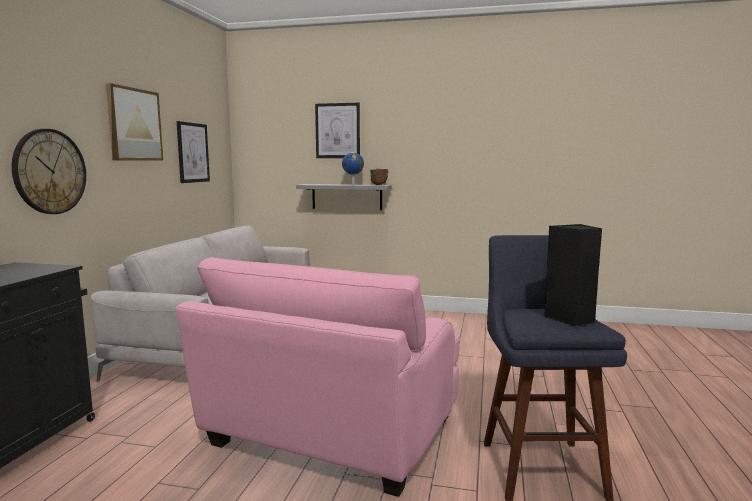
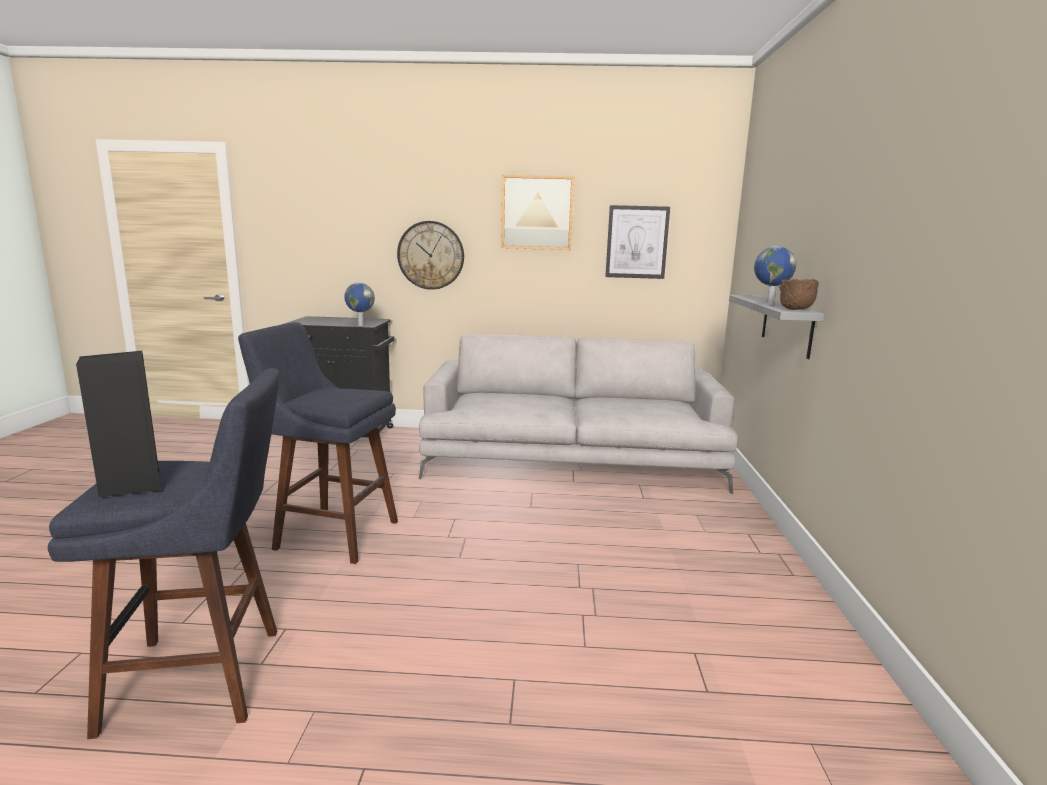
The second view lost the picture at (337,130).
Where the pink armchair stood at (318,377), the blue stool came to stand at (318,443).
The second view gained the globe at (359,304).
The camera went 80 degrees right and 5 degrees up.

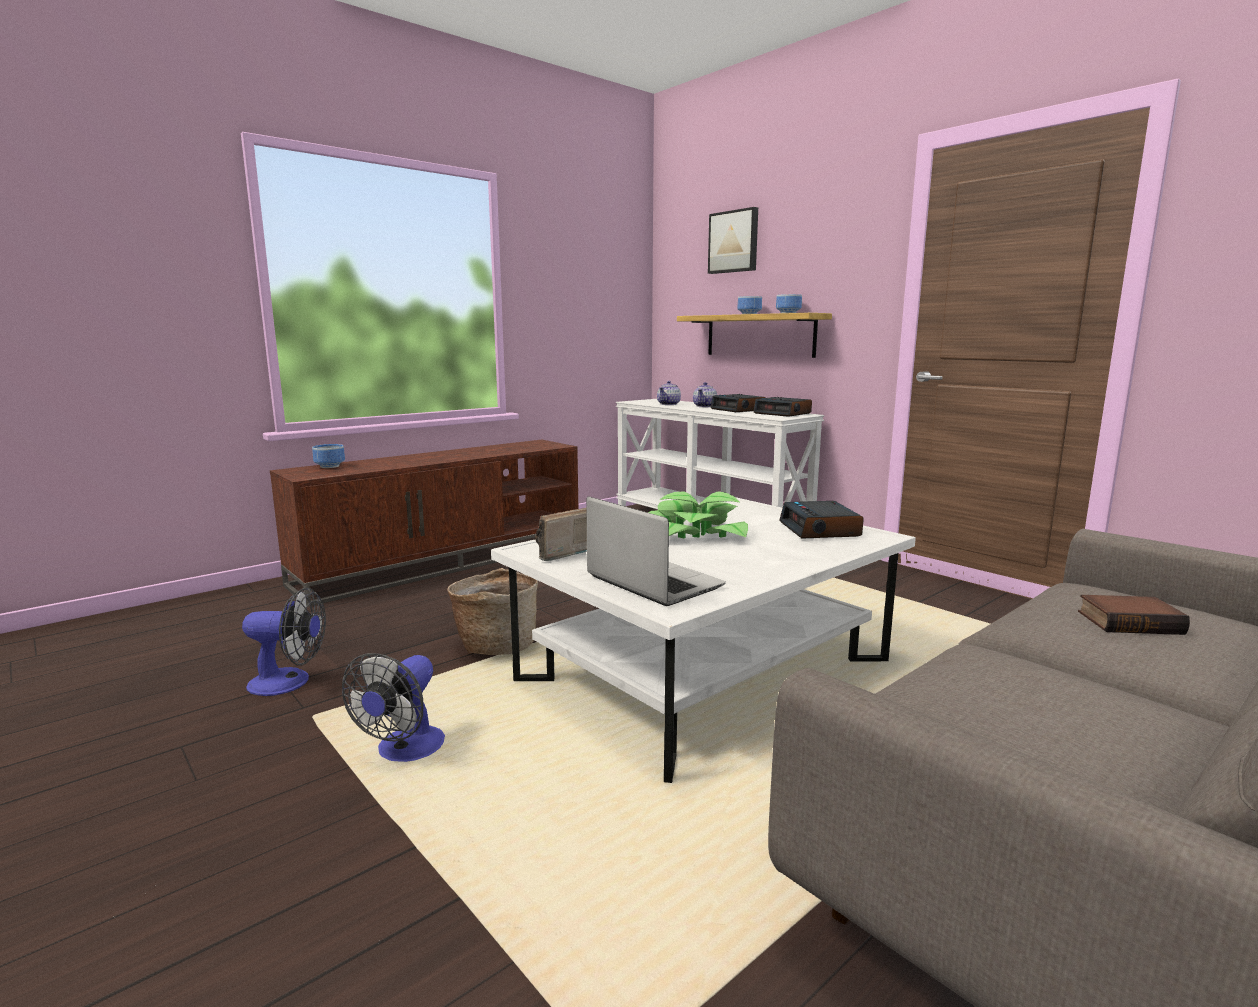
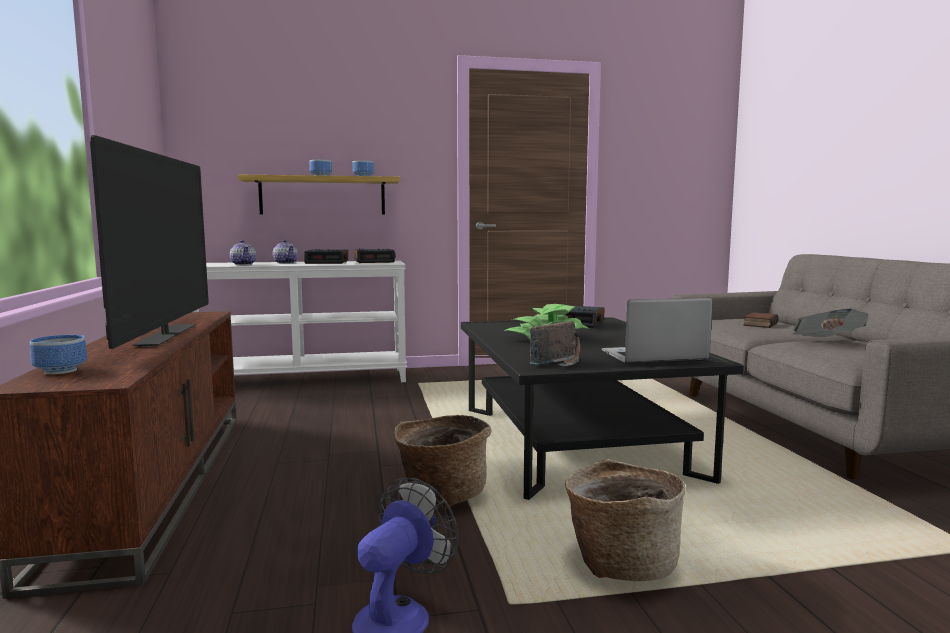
The second view lost the picture at (733,240).
What was the white coffee table at (703,640) turned into the black coffee table at (602,408).
The radio at (561,534) ended up facing another way, 120 degrees counterclockwise from before.
Where the fan stood at (393,707), the basket came to stand at (625,520).
The second view gained the television at (149,242).
The second view gained the newspaper at (831,323).
The camera went 60 degrees left and 5 degrees down.

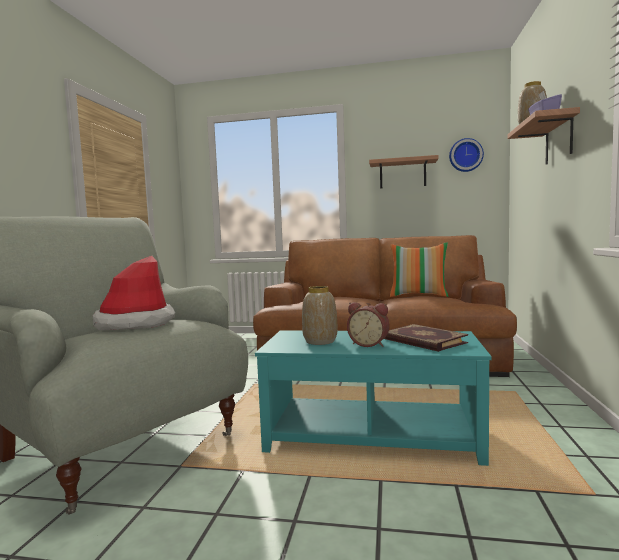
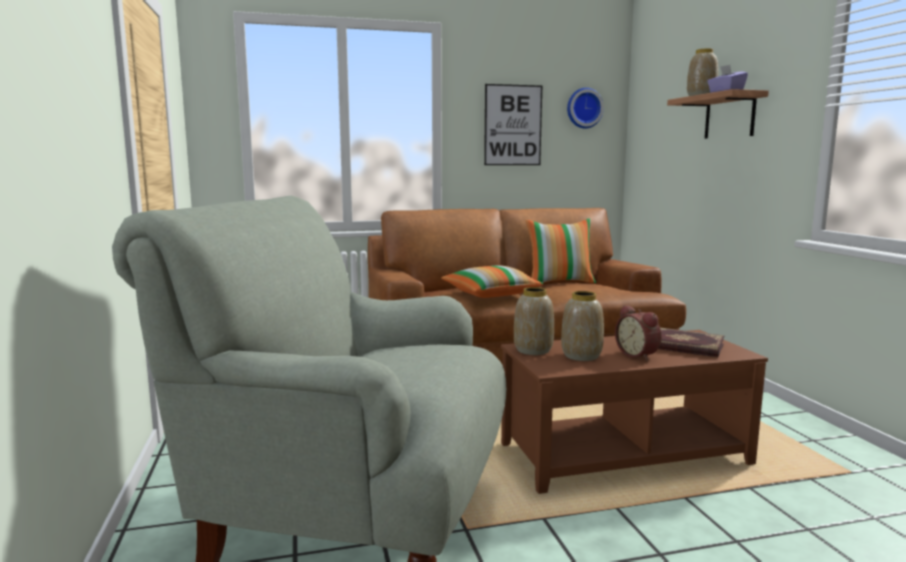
Where the shelf hung at (404,171), the picture came to hang at (513,124).
The second view lost the hat at (134,293).
The alarm clock at (368,324) ended up facing another way, 60 degrees clockwise from before.
What was the turquoise coffee table at (373,398) turned into the brown coffee table at (634,412).
The second view gained the pillow at (492,281).
The second view gained the vase at (534,321).
The camera went 25 degrees left and 5 degrees up.

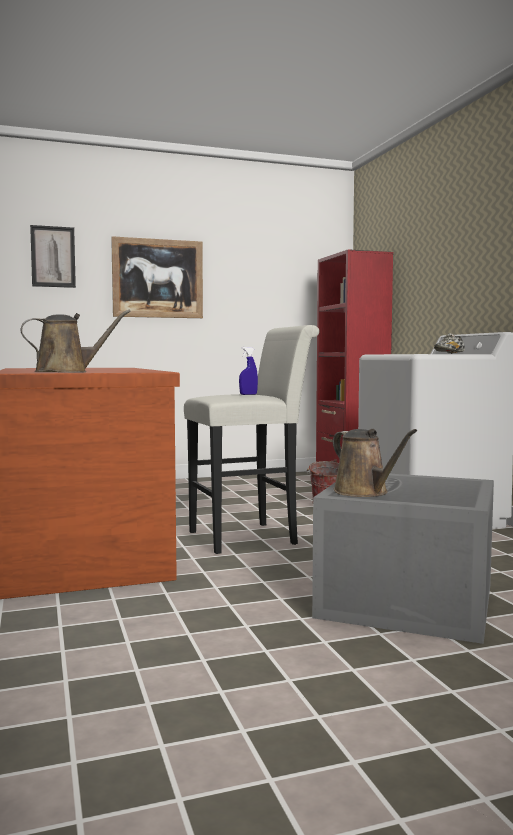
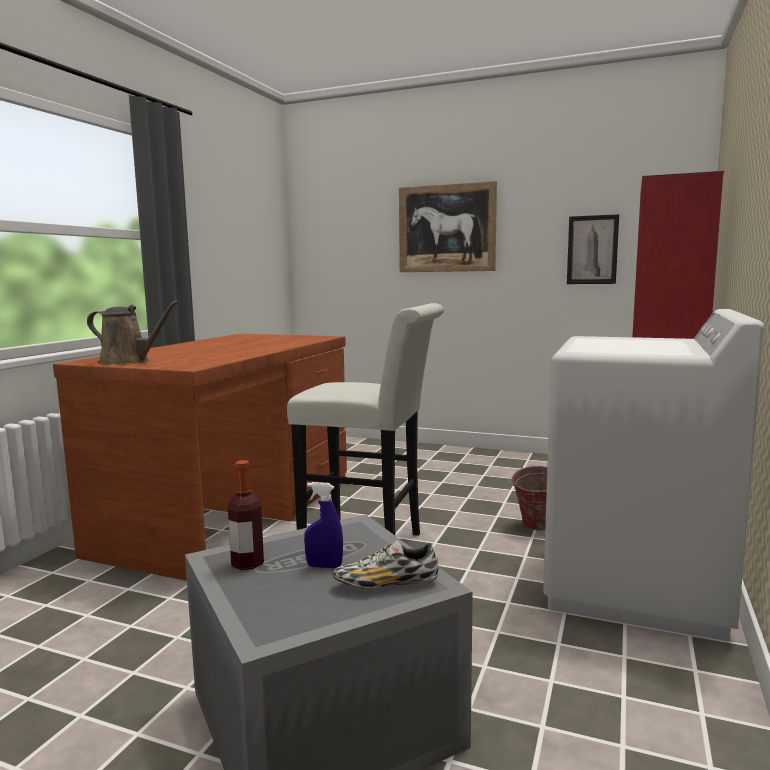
The picture ended up elsewhere, having gone from (53,256) to (593,249).
The shoe ended up elsewhere, having gone from (449,343) to (386,564).
The blue spray bottle ended up elsewhere, having gone from (248,371) to (323,525).
Where the brown watering can stood at (375,463), the bottle came to stand at (246,515).
The camera went 40 degrees right and 5 degrees up.

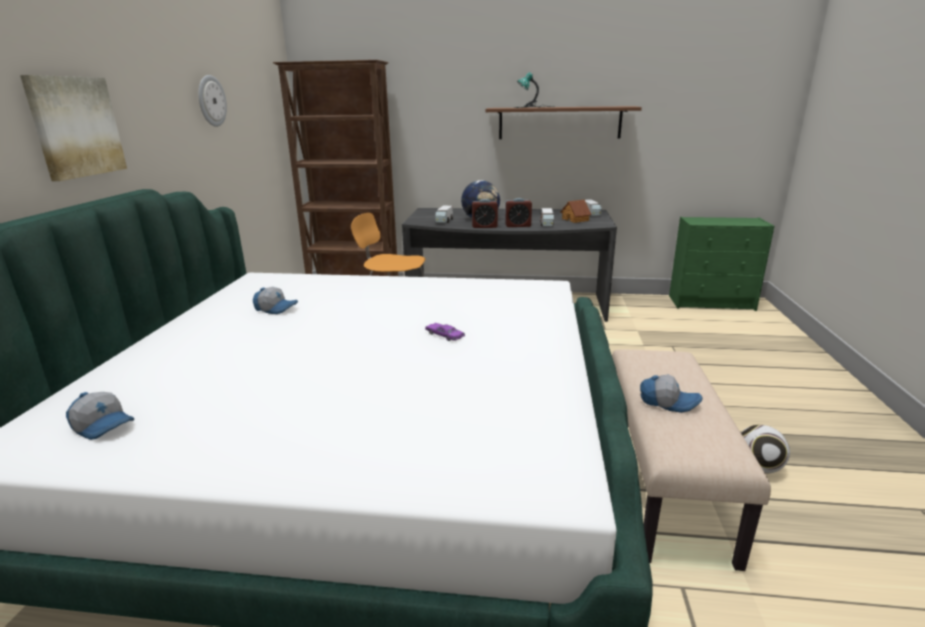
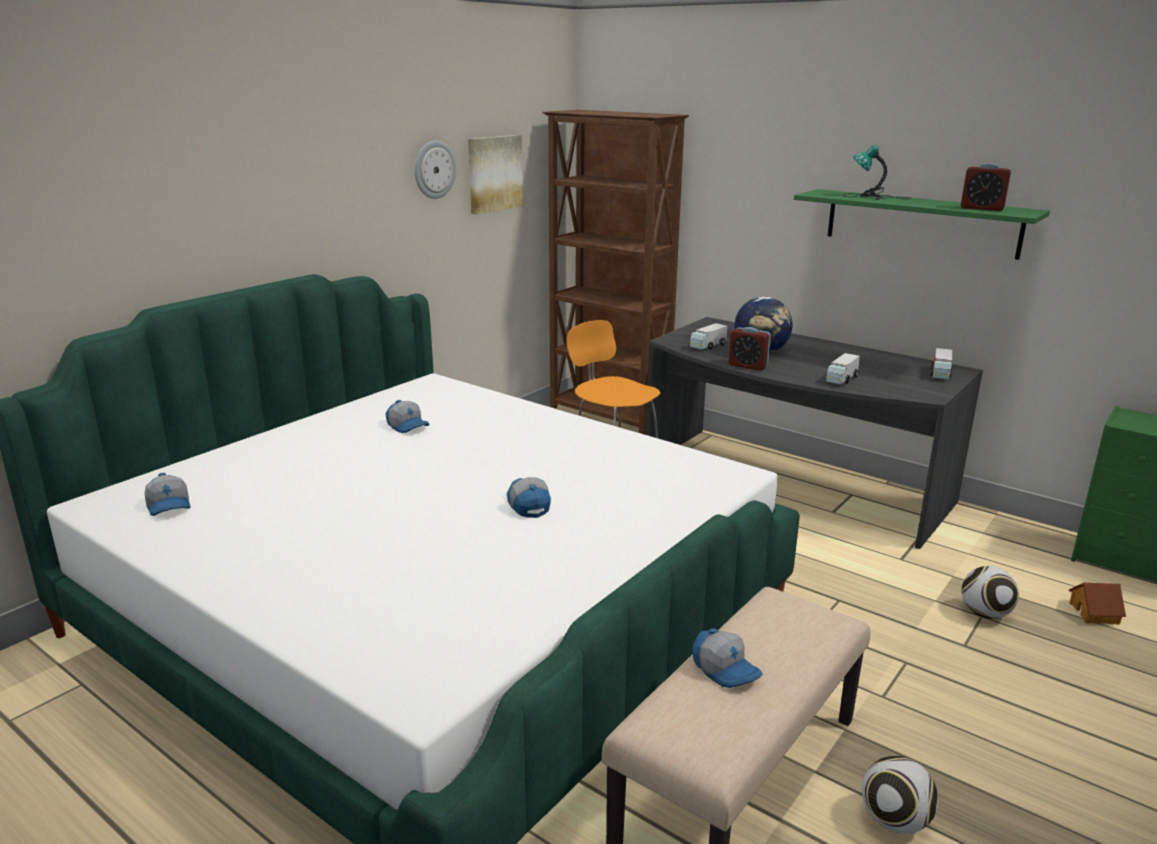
The picture ended up elsewhere, having gone from (73,128) to (495,175).
What was the brown shelf at (564,122) turned into the green shelf at (922,224).
The alarm clock ended up elsewhere, having gone from (518,212) to (986,187).
The toy house ended up elsewhere, having gone from (576,211) to (1097,604).
Where the purple toy car stood at (445,332), the cap came to stand at (529,497).
The second view gained the football at (990,592).
The camera went 30 degrees right and 0 degrees up.

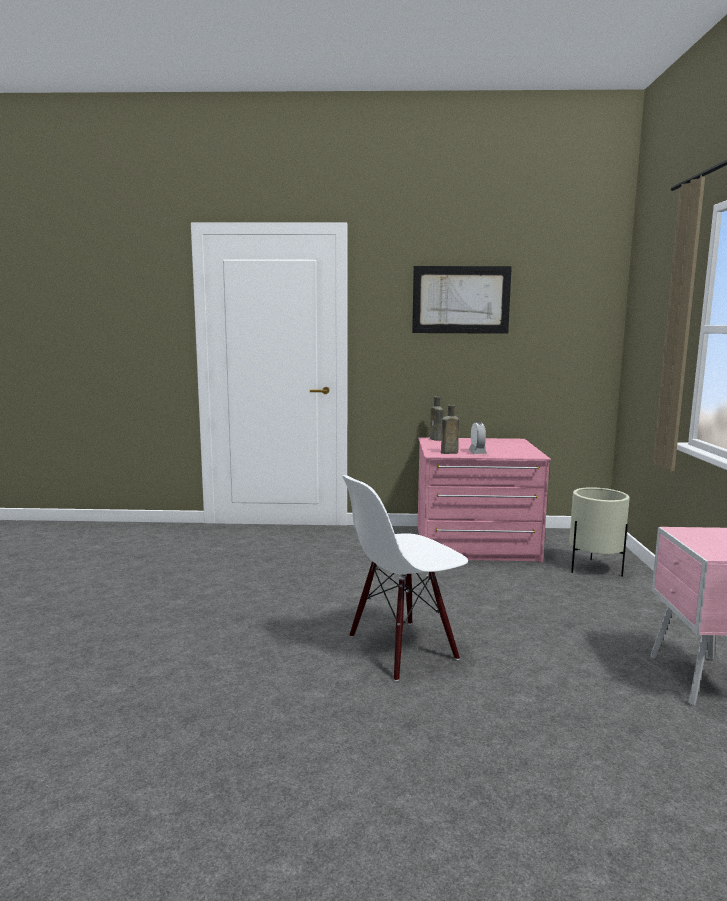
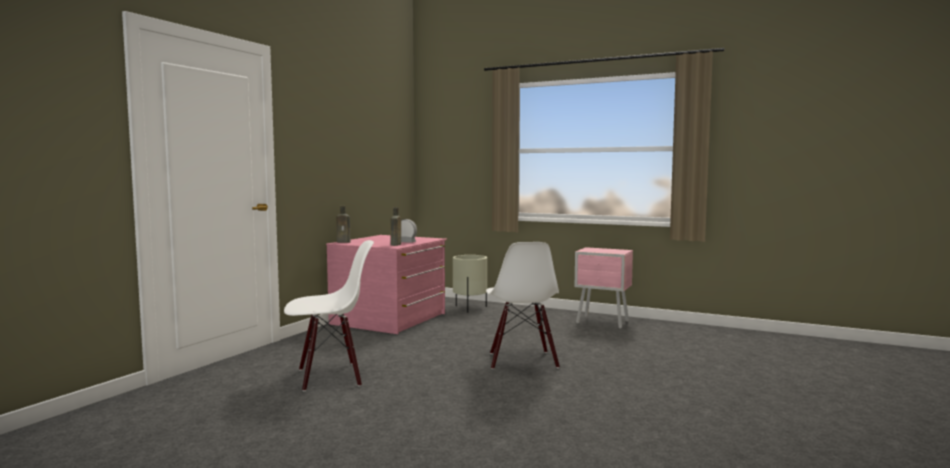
The second view lost the picture at (462,300).
The second view gained the white chair at (329,315).
The camera went 65 degrees left and 5 degrees down.

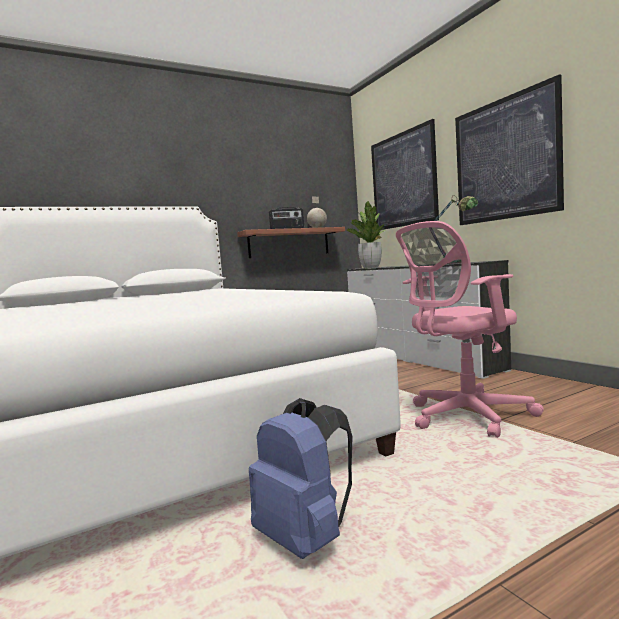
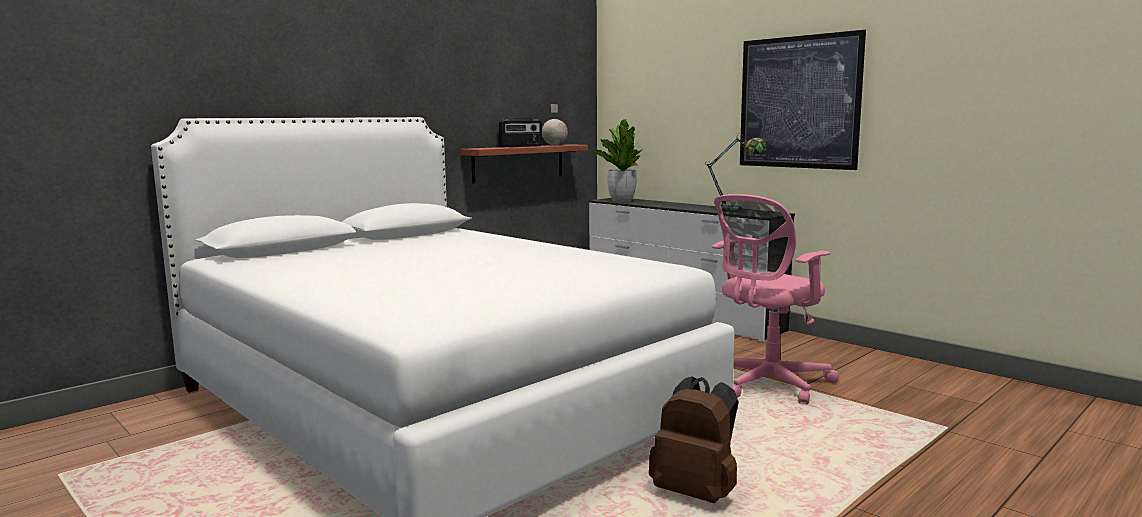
The second view lost the picture at (405,174).
What was the blue backpack at (301,478) turned into the brown backpack at (694,439).
The camera went 15 degrees left and 5 degrees up.

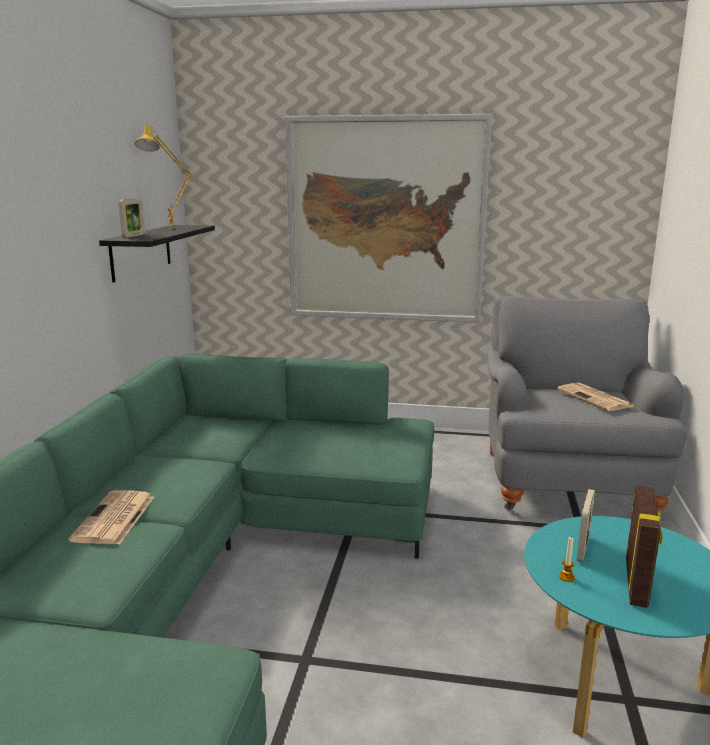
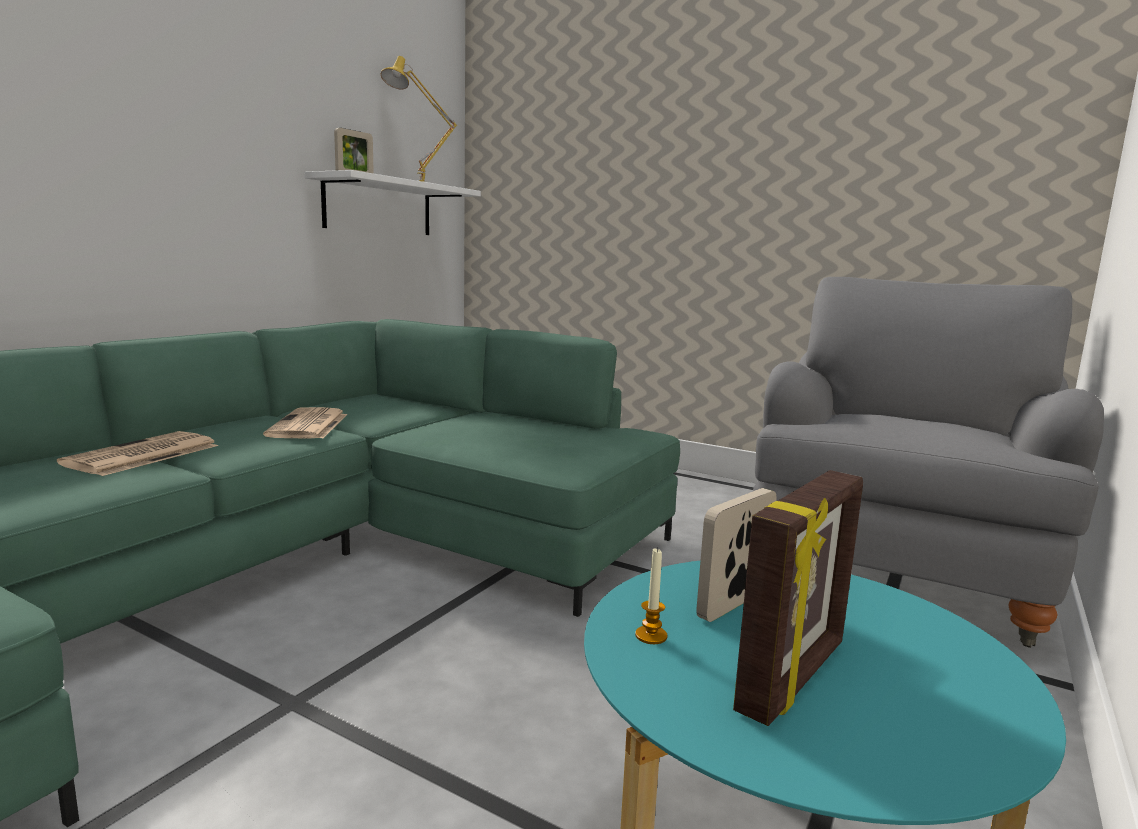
The second view lost the picture at (388,218).
What was the black shelf at (157,254) turned into the white shelf at (393,202).
The newspaper ended up elsewhere, having gone from (595,397) to (305,423).
The camera went 20 degrees right and 5 degrees down.

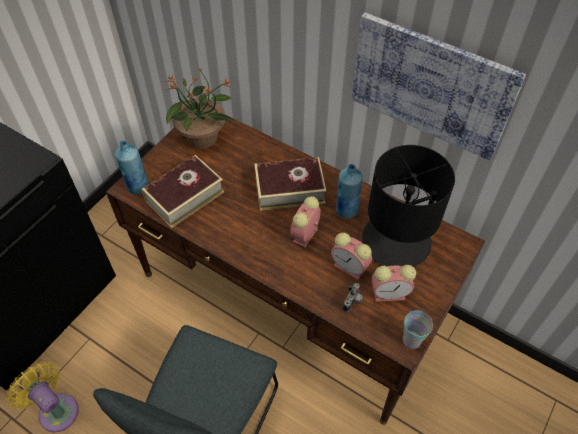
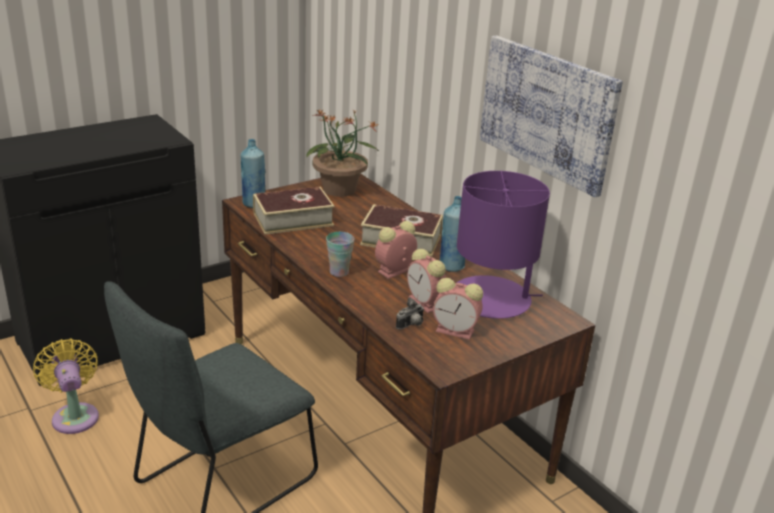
What was the black table lamp at (408,206) turned into the purple table lamp at (503,245).
The cup ended up elsewhere, having gone from (418,329) to (340,254).
The camera went 20 degrees right and 25 degrees down.

